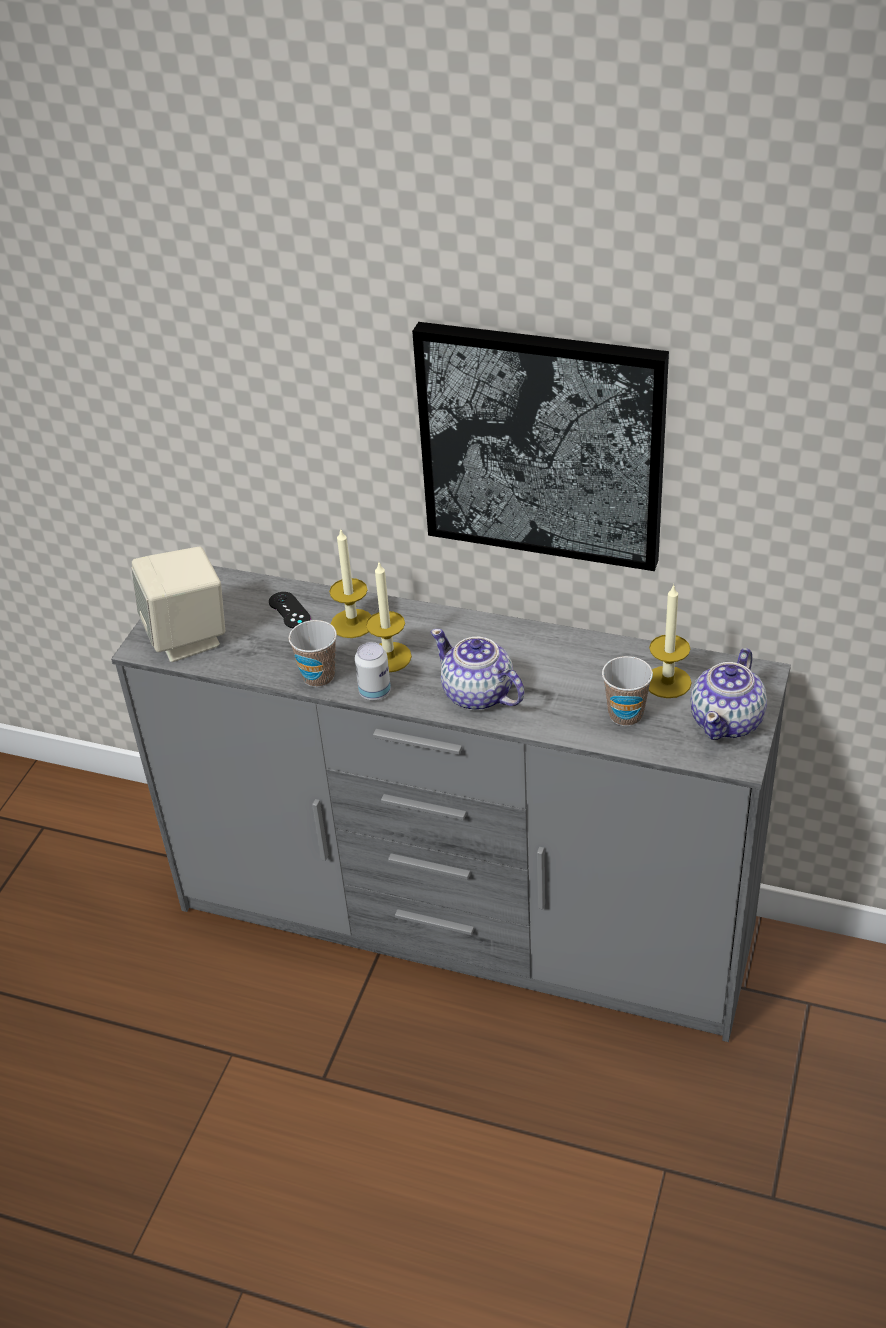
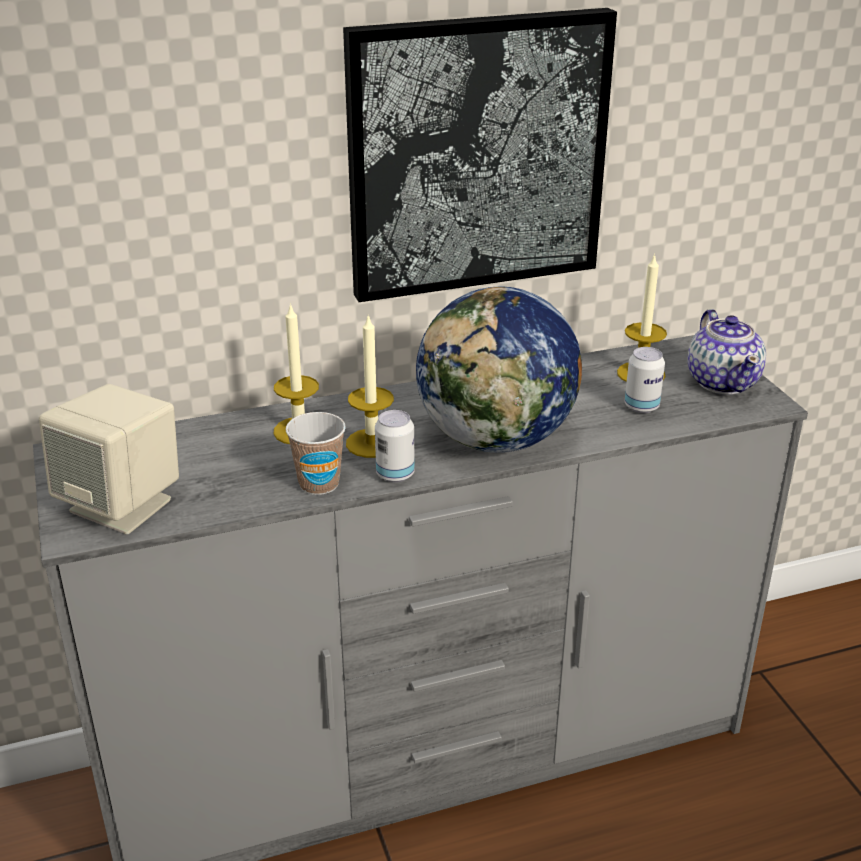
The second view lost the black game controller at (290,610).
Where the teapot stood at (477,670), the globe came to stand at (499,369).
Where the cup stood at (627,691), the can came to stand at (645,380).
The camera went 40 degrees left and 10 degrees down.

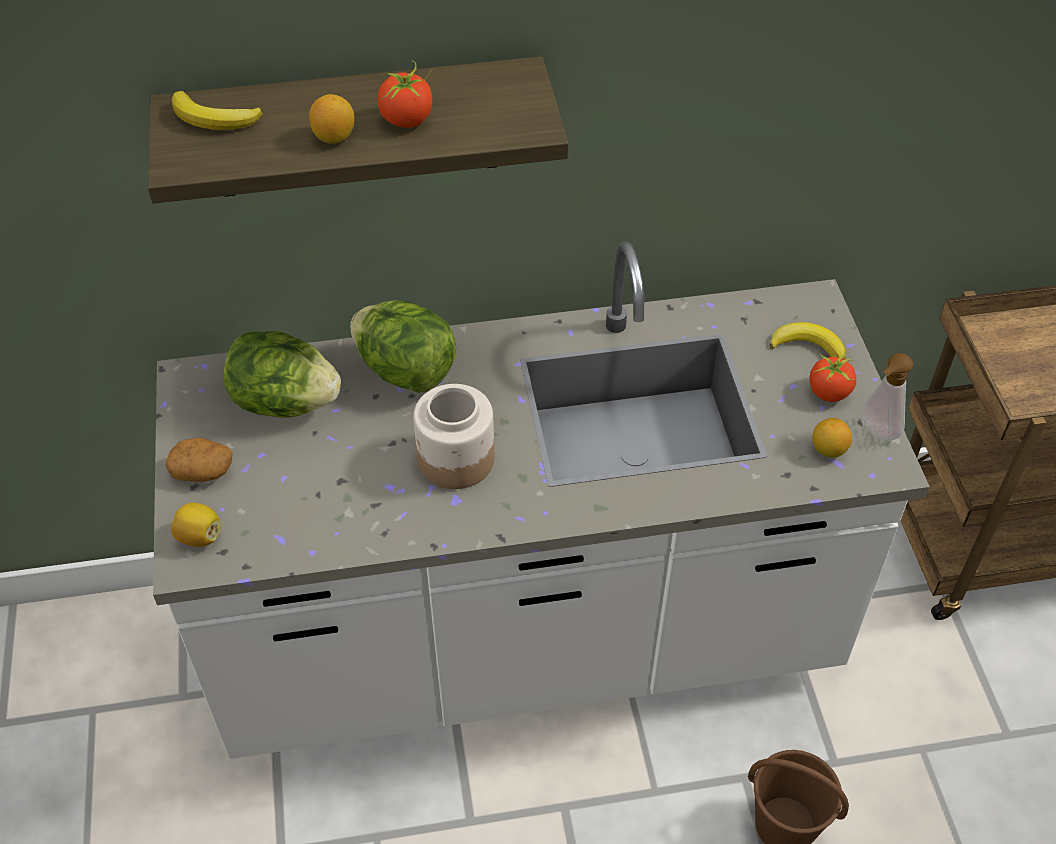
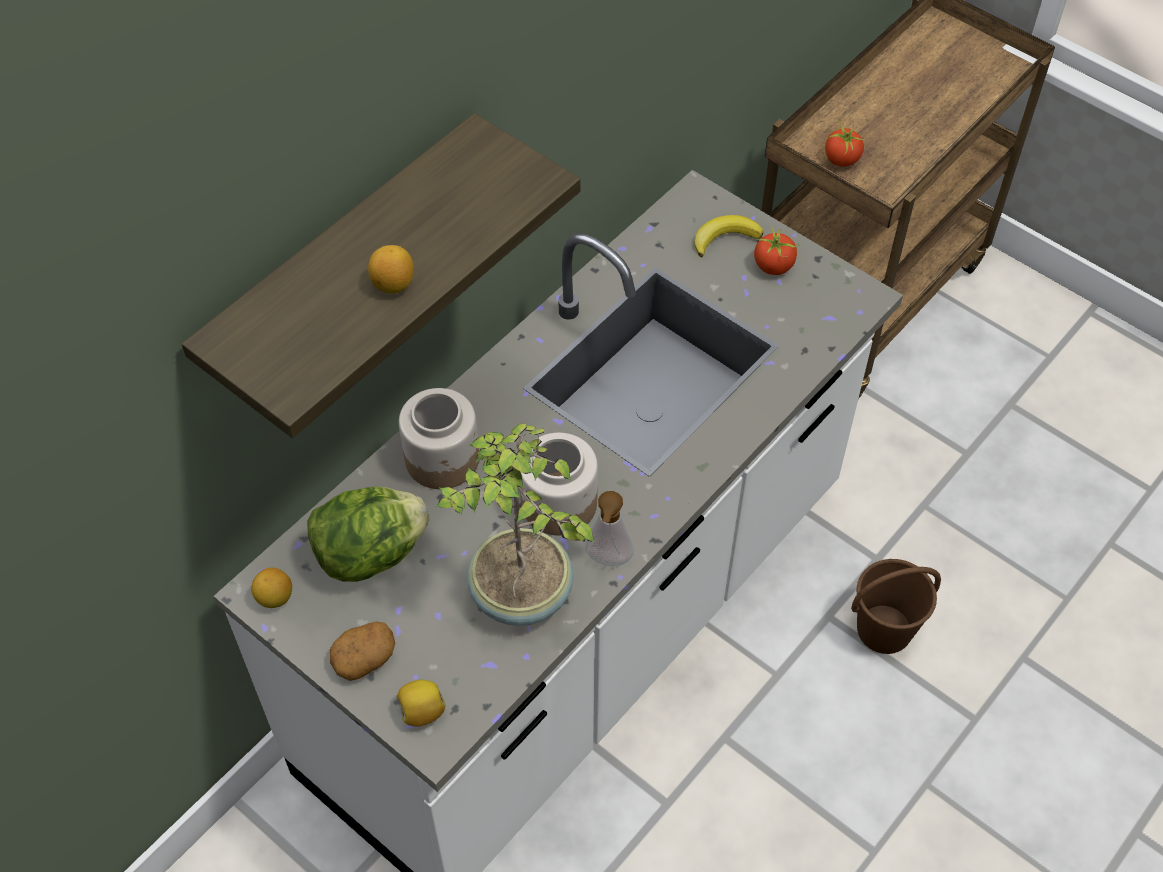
The tomato ended up elsewhere, having gone from (404,94) to (845,144).
The second view lost the banana at (217,110).
Where the lettuce stood at (403,346), the jar came to stand at (439,438).
The soap dispenser ended up elsewhere, having gone from (887,397) to (609,528).
The lemon ended up elsewhere, having gone from (832,438) to (271,588).
The second view gained the potted plant at (515,524).
The camera went 40 degrees left and 5 degrees up.

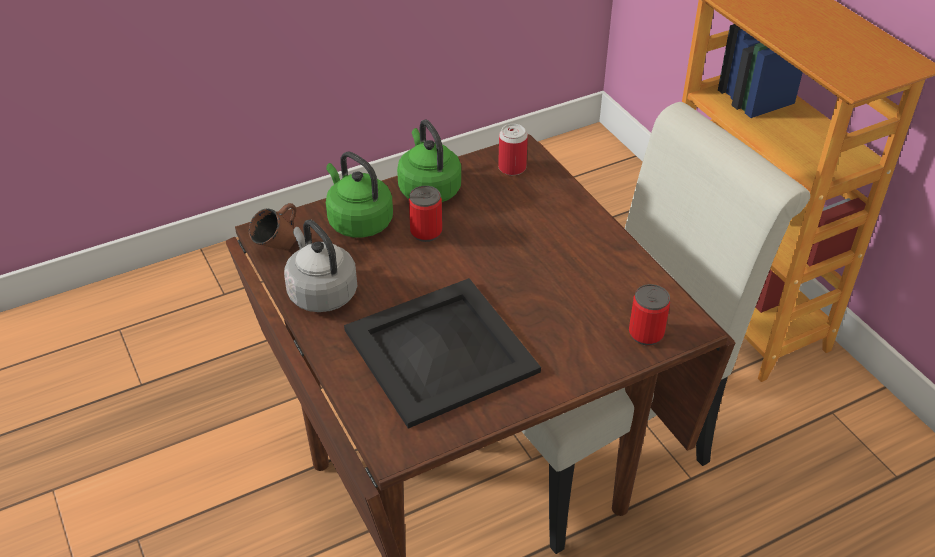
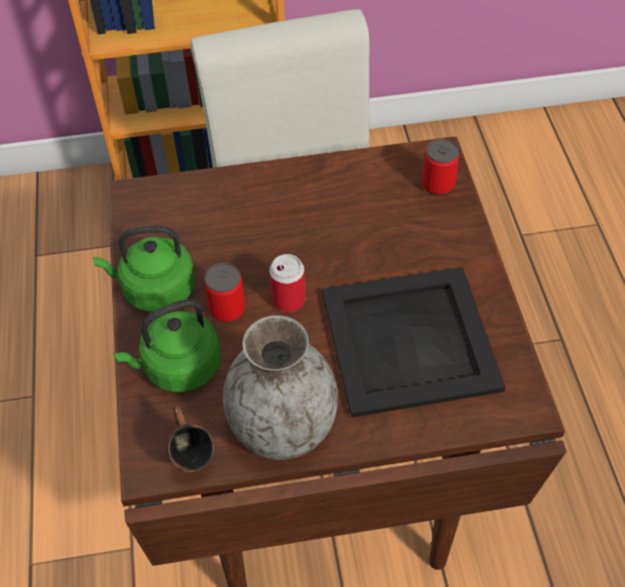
The can ended up elsewhere, having gone from (513,149) to (287,283).
Where the grey kettle stood at (320,266), the grey vase came to stand at (280,387).
The camera went 70 degrees left and 10 degrees up.

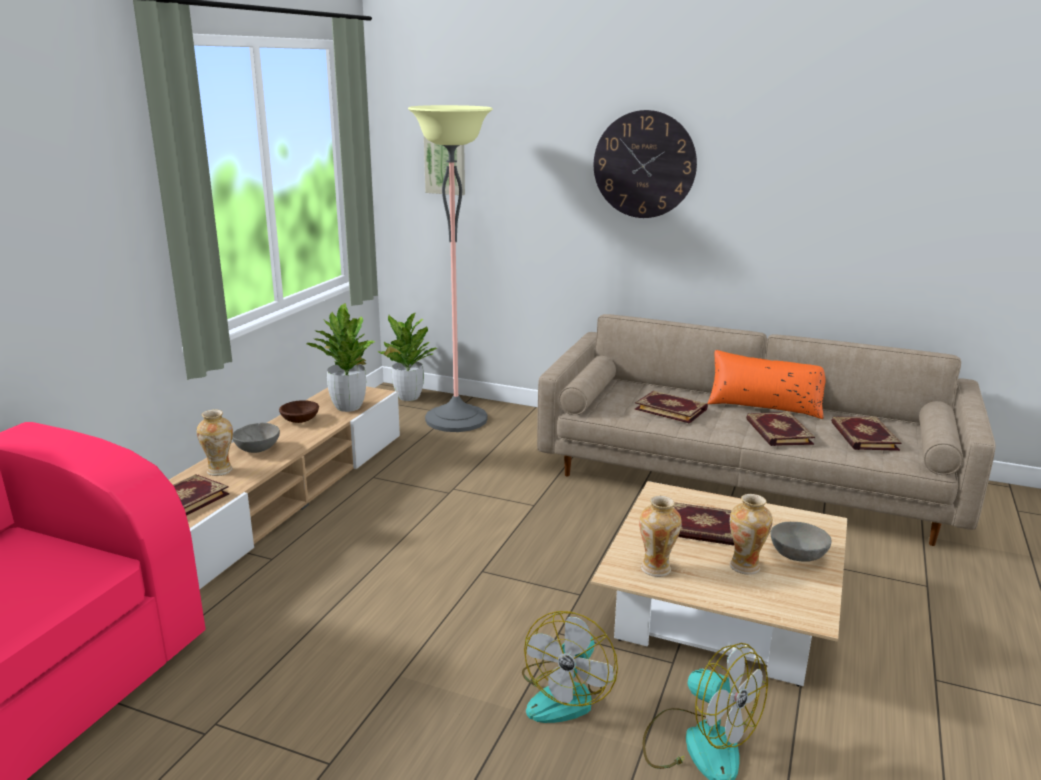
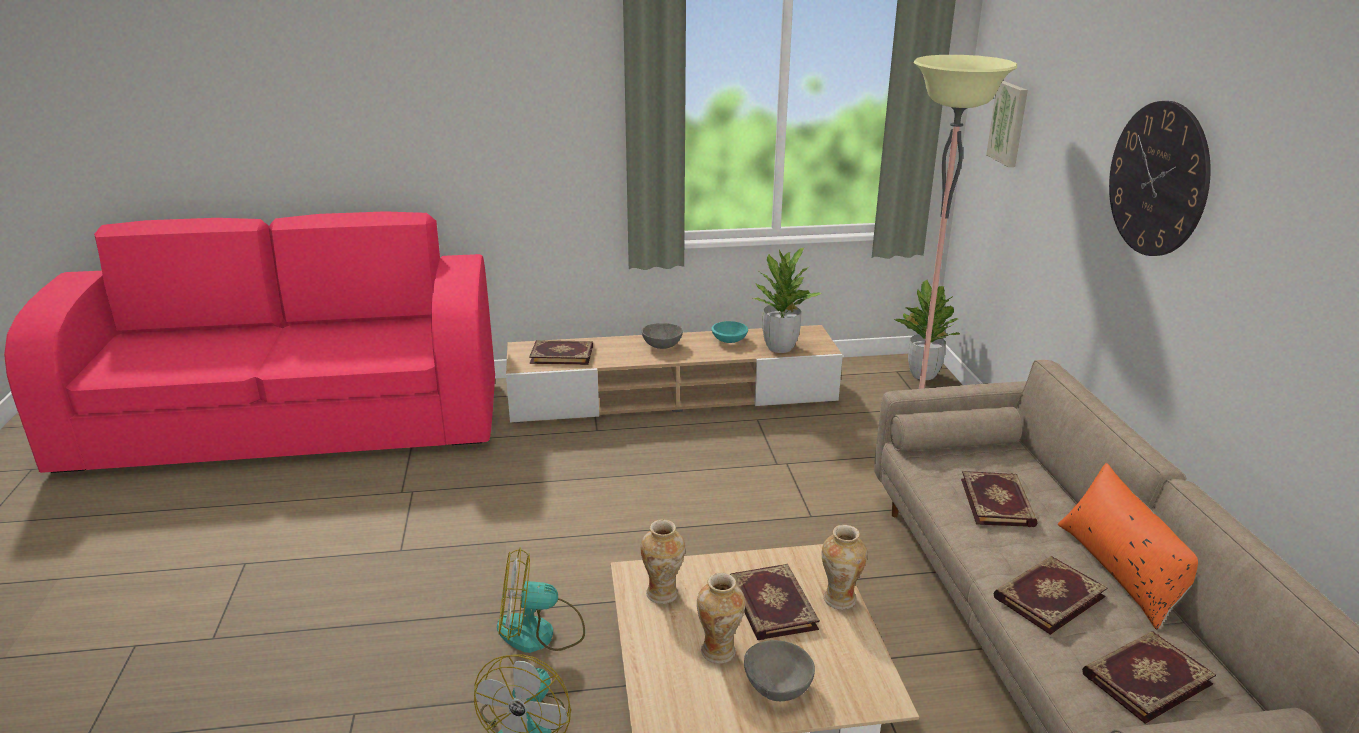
What was the brown bowl at (299,411) turned into the turquoise bowl at (729,332).
The vase ended up elsewhere, having gone from (215,443) to (844,567).
The camera went 60 degrees right and 5 degrees up.

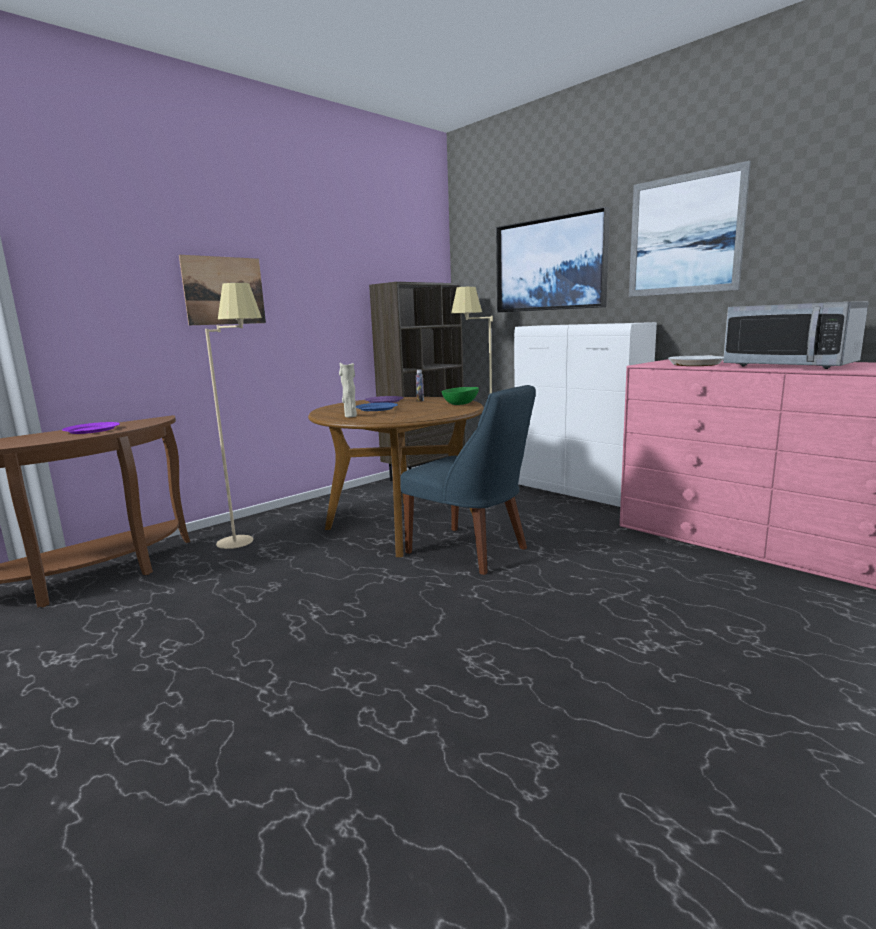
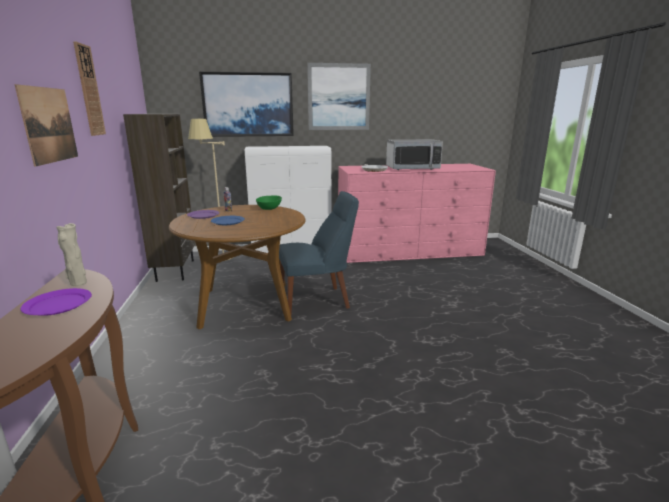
The second view lost the beige floor lamp at (233,416).
The beige vase ended up elsewhere, having gone from (348,390) to (71,254).
The second view gained the wall clock at (89,89).
The camera went 55 degrees left and 5 degrees up.

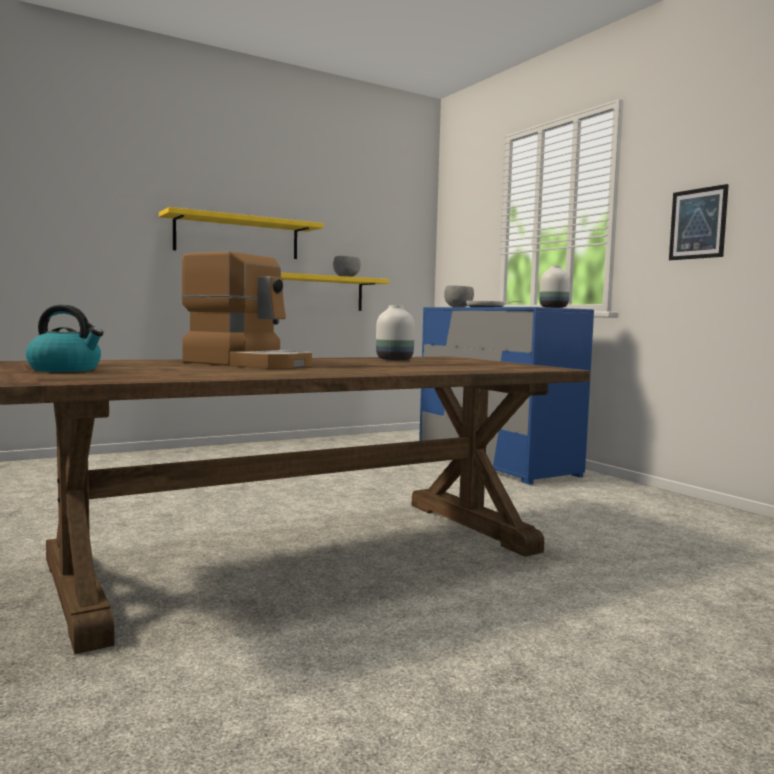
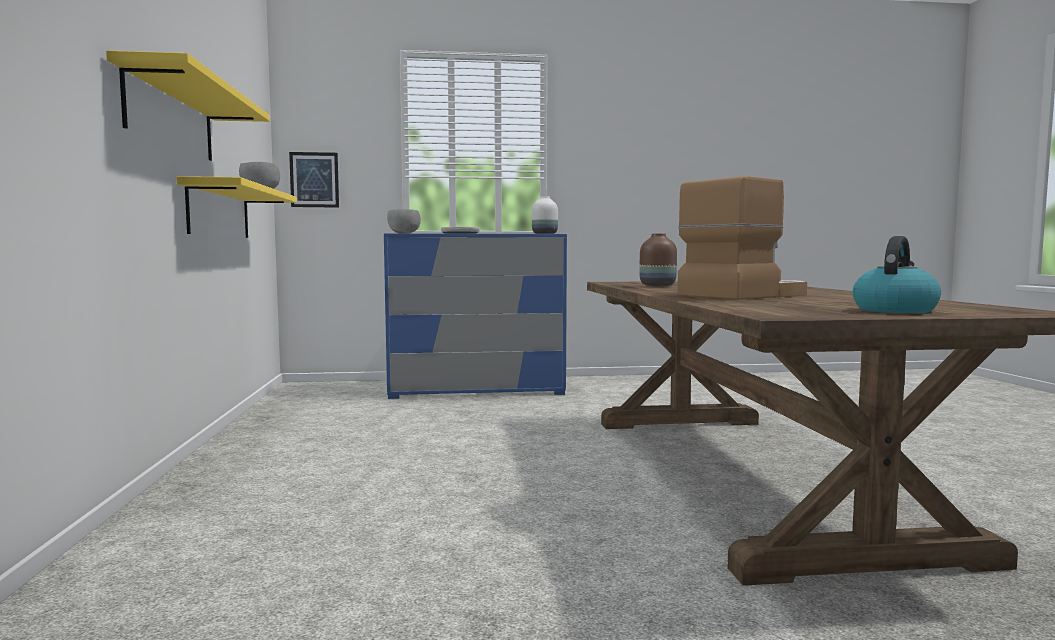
The picture ended up elsewhere, having gone from (699,222) to (314,179).
What was the white vase at (395,332) turned into the brown vase at (658,259).
The camera went 65 degrees left and 0 degrees up.

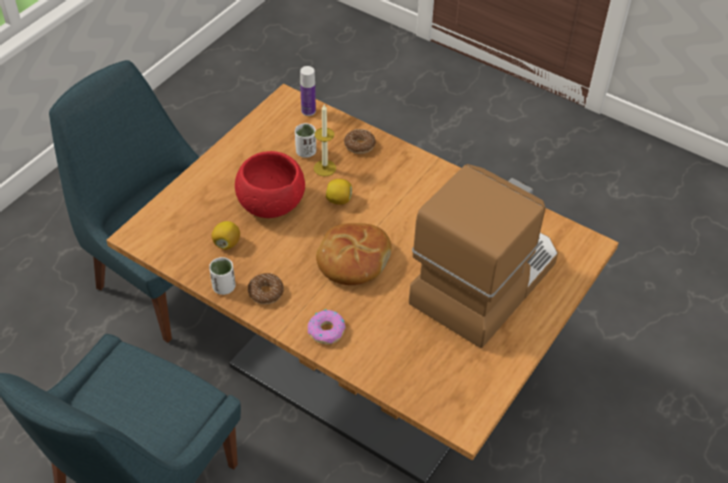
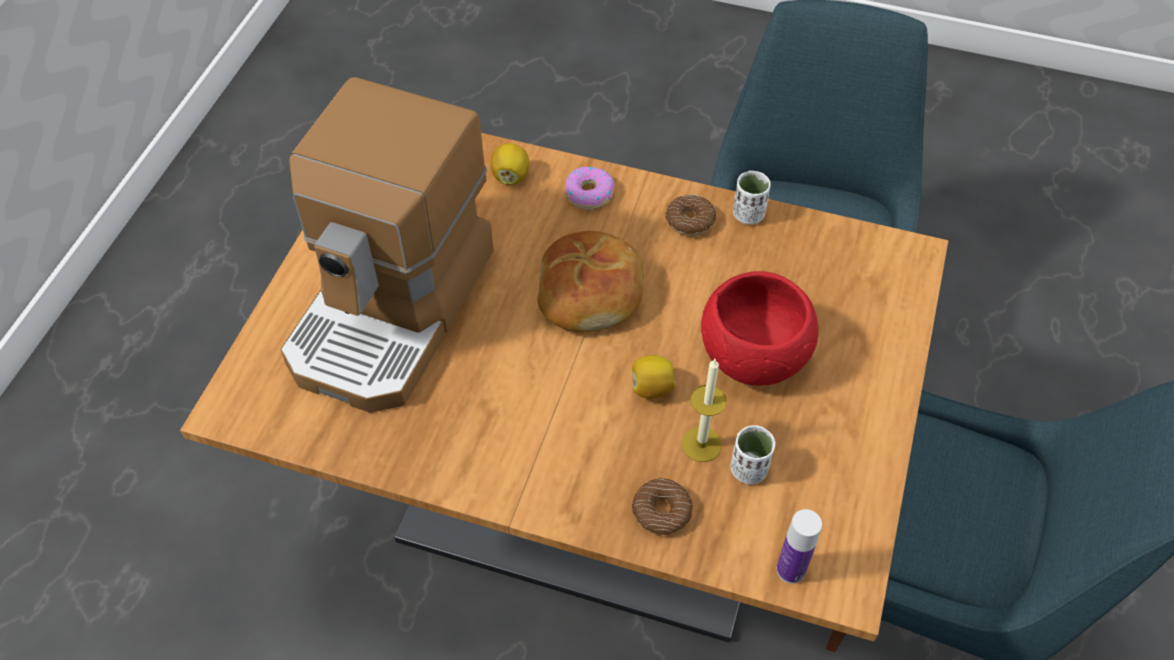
The lemon ended up elsewhere, having gone from (226,235) to (509,164).
The camera went 165 degrees right and 5 degrees up.

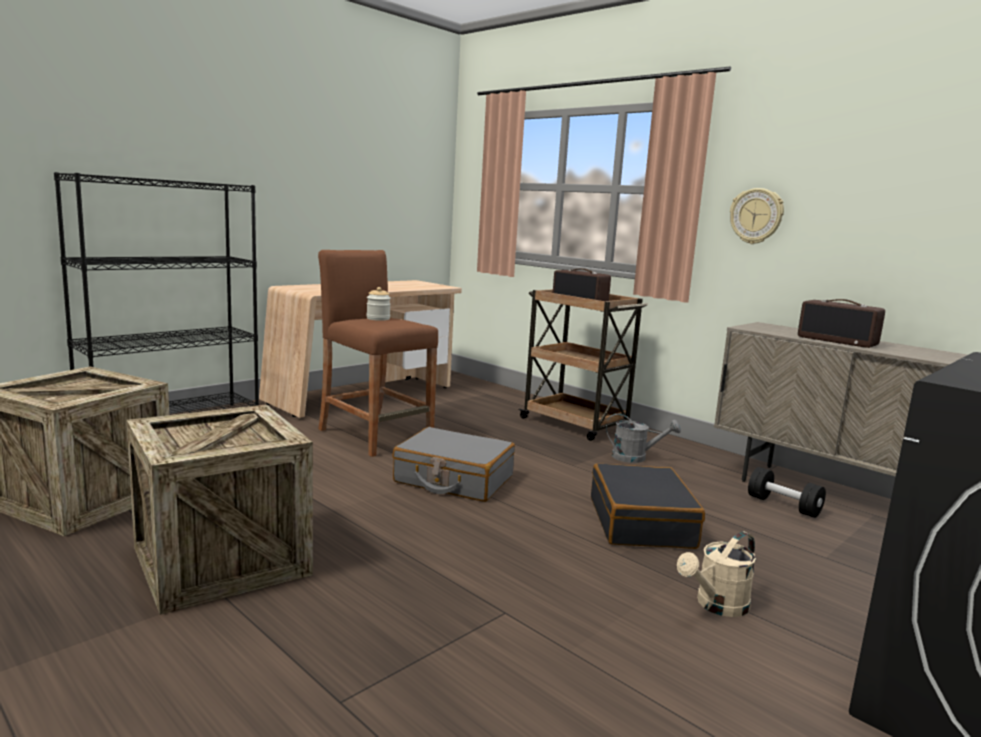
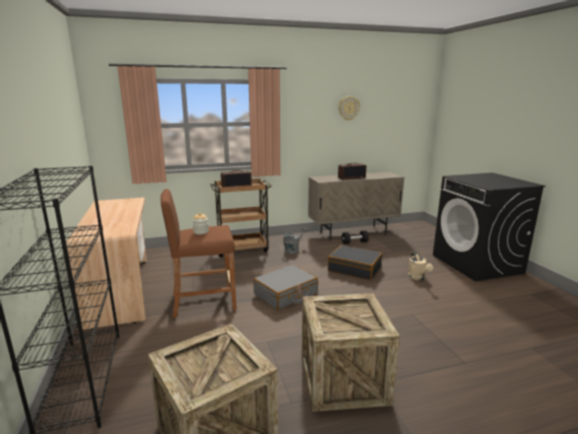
The wall clock ended up elsewhere, having gone from (757,216) to (349,108).
The camera went 60 degrees left and 5 degrees up.

